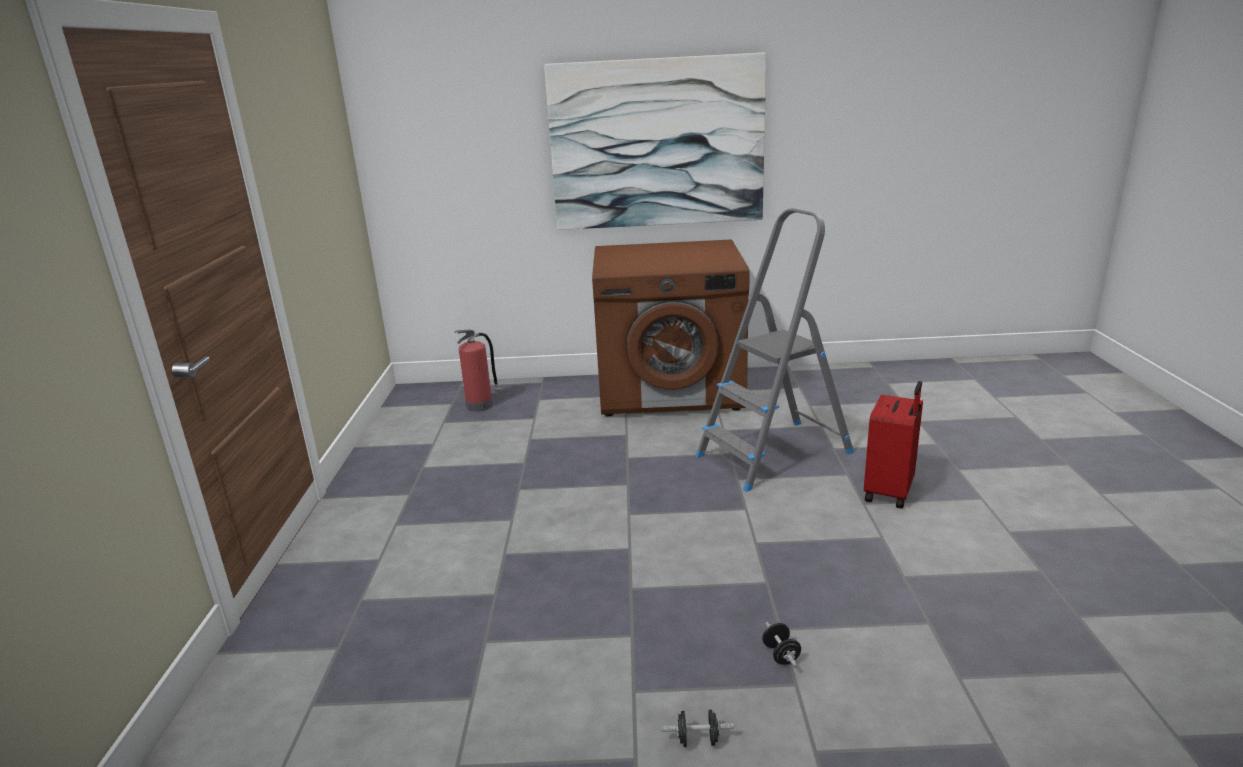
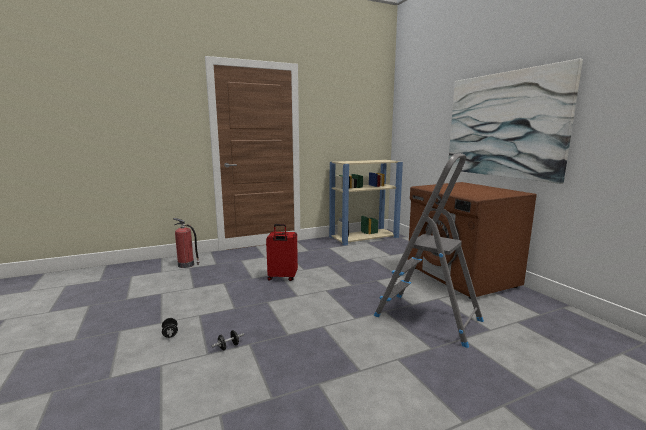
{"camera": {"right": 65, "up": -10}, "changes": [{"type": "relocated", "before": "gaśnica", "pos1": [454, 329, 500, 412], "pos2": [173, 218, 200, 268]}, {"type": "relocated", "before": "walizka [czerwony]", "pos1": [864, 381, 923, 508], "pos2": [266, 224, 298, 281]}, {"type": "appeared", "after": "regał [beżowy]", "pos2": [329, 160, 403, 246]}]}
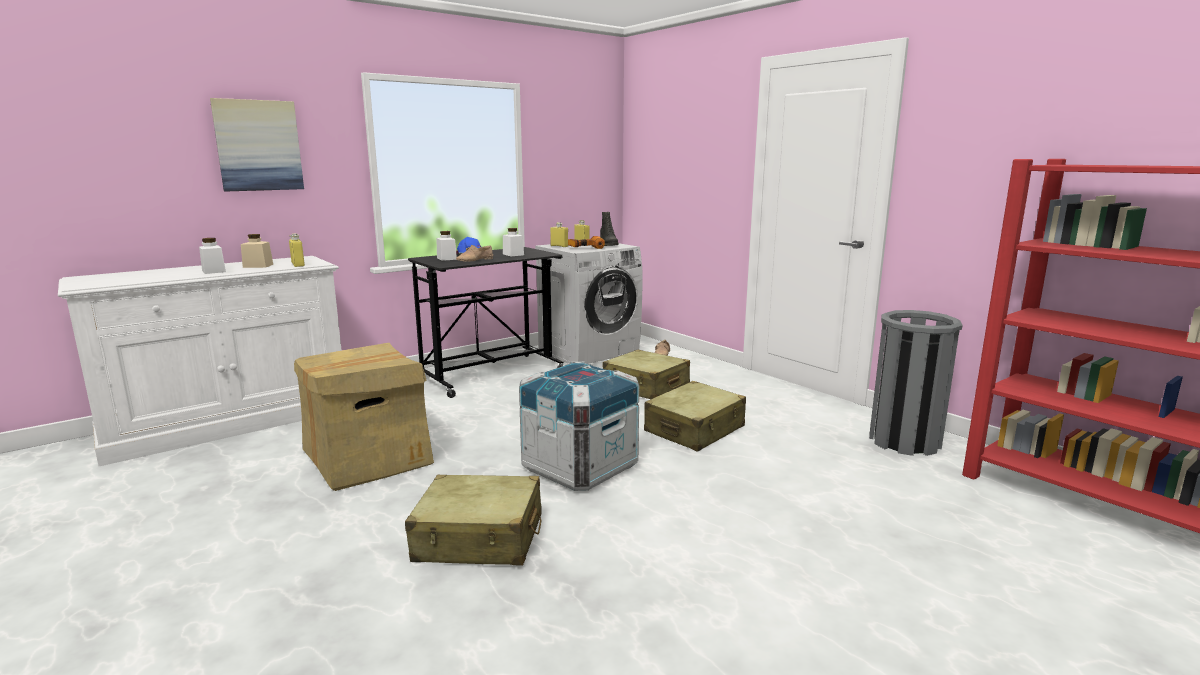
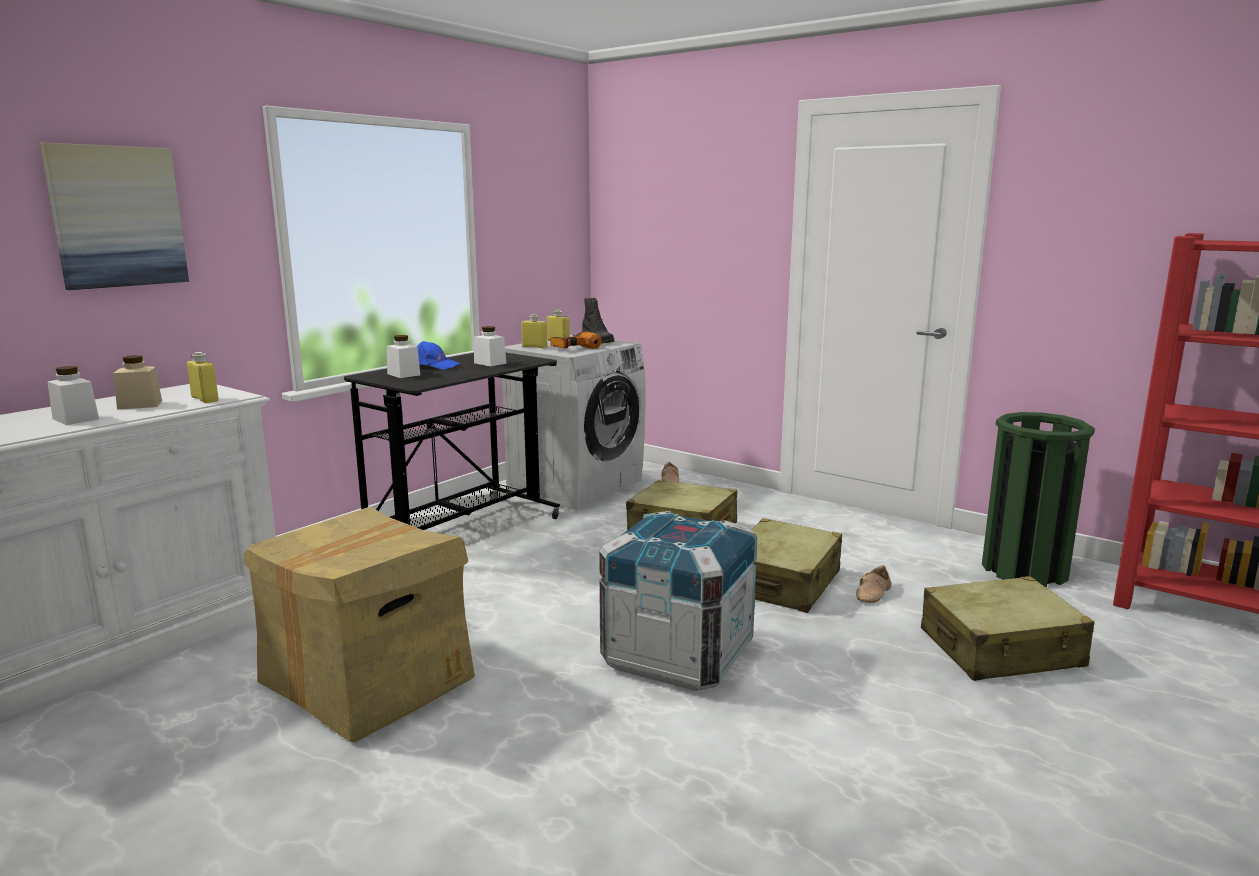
{"camera": {"right": -15, "up": 0}, "changes": [{"type": "relocated", "before": "walizka [beżowy]", "pos1": [405, 475, 542, 566], "pos2": [921, 576, 1095, 681]}, {"type": "relocated", "before": "but [beżowy]", "pos1": [456, 245, 493, 262], "pos2": [856, 566, 892, 603]}, {"type": "colour", "before": "kosz na śmieci [szary]", "after": "kosz na śmieci [zielony]", "pos1": [869, 310, 963, 456], "pos2": [982, 412, 1095, 587]}]}
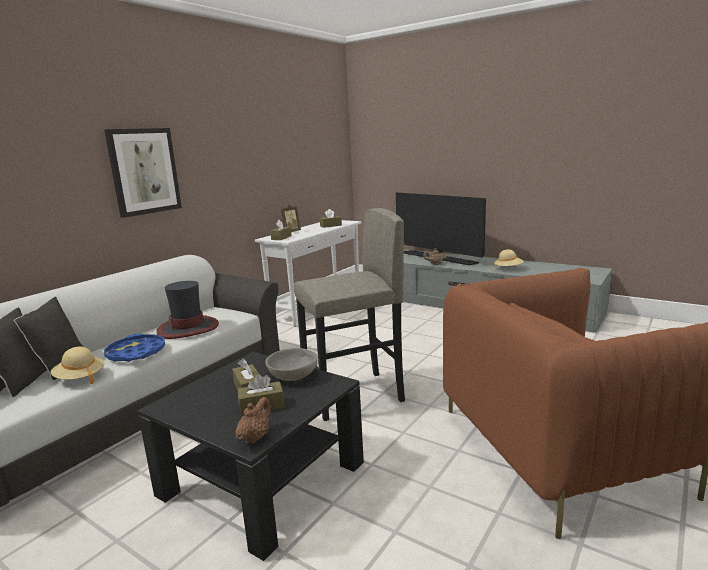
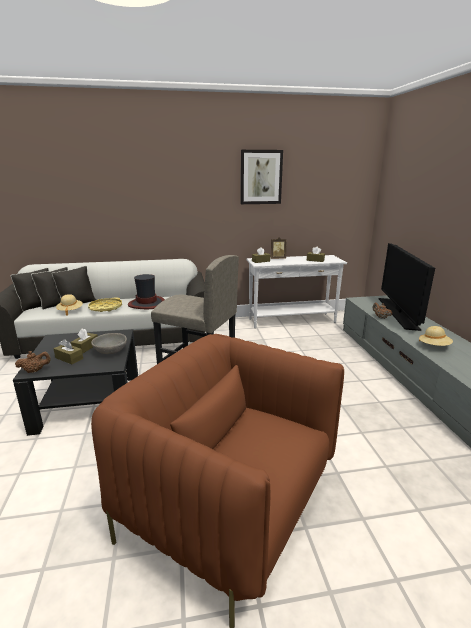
{"camera": {"right": 45, "up": 5}, "changes": [{"type": "relocated", "before": "obraz", "pos1": [104, 128, 182, 218], "pos2": [240, 150, 283, 204]}, {"type": "colour", "before": "taca [niebieski]", "after": "taca [żółty]", "pos1": [104, 334, 165, 362], "pos2": [88, 297, 122, 312]}]}
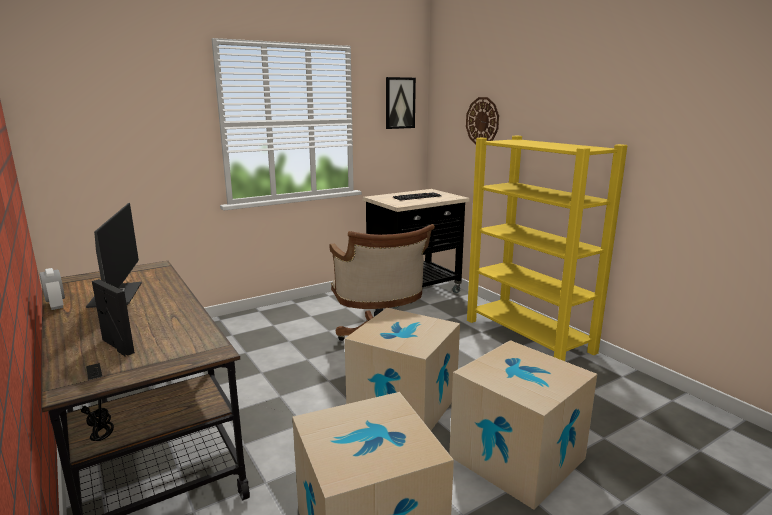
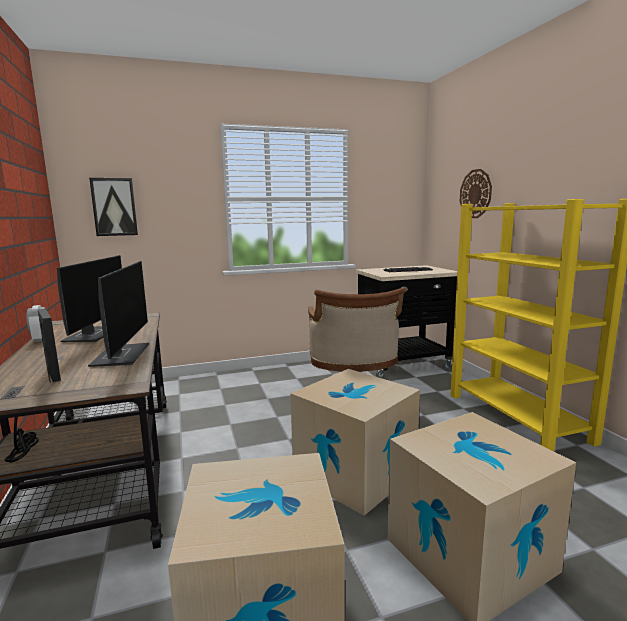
{"camera": {"right": 15, "up": -5}, "changes": [{"type": "relocated", "before": "obraz", "pos1": [386, 77, 416, 129], "pos2": [89, 178, 138, 236]}, {"type": "appeared", "after": "monitor", "pos2": [88, 261, 149, 367]}]}
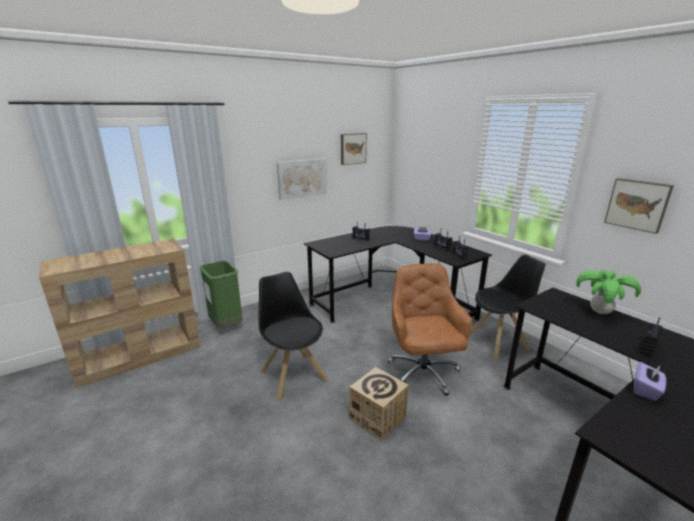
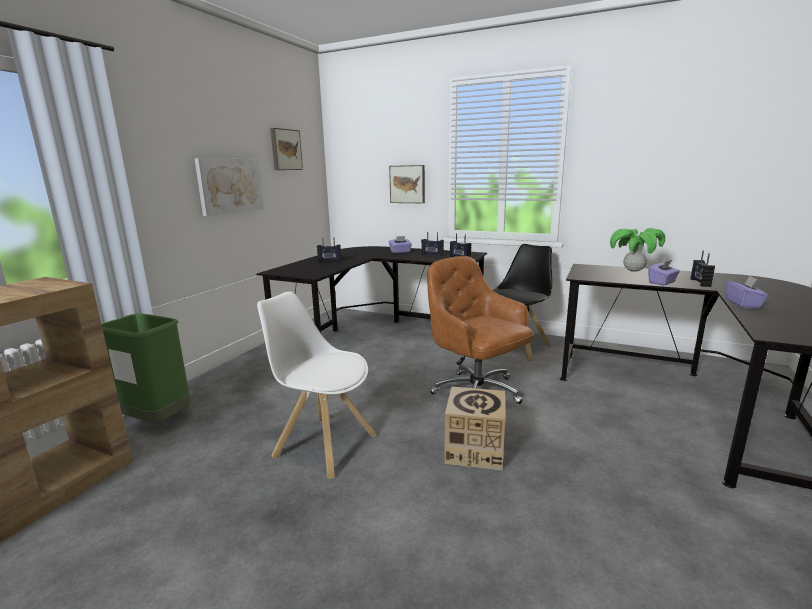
{"camera": {"right": -30, "up": -5}, "changes": [{"type": "colour", "before": "krzesło [czarny]", "after": "krzesło [biały]", "pos1": [258, 272, 328, 400], "pos2": [257, 291, 377, 479]}, {"type": "relocated", "before": "obraz", "pos1": [604, 178, 674, 234], "pos2": [389, 165, 425, 203]}, {"type": "appeared", "after": "pudełko chusteczek [fioletowy]", "pos2": [648, 260, 680, 286]}]}
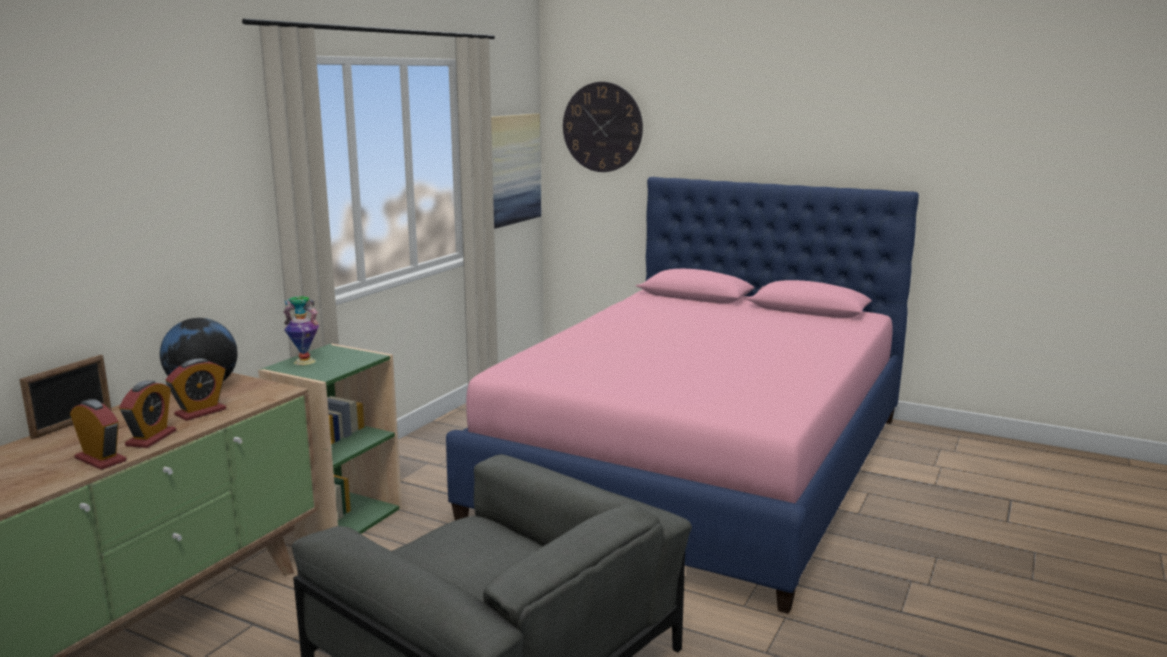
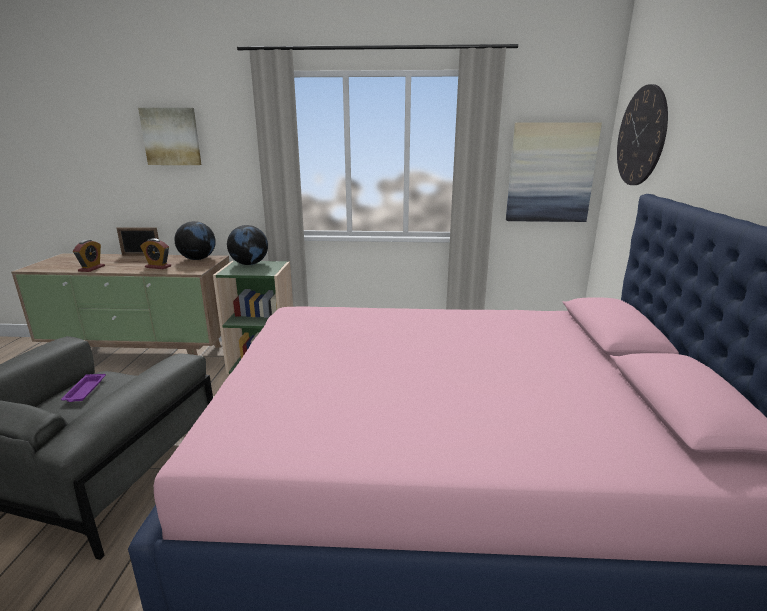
{"camera": {"right": 65, "up": 5}, "changes": [{"type": "missing", "before": "budzik", "pos1": [119, 380, 176, 448]}, {"type": "exchanged", "before": "wazon", "after": "globus", "pos1": [283, 296, 319, 365], "pos2": [227, 225, 268, 265]}, {"type": "appeared", "after": "taca [fioletowy]", "pos2": [61, 374, 106, 402]}, {"type": "appeared", "after": "obraz", "pos2": [138, 108, 202, 165]}]}
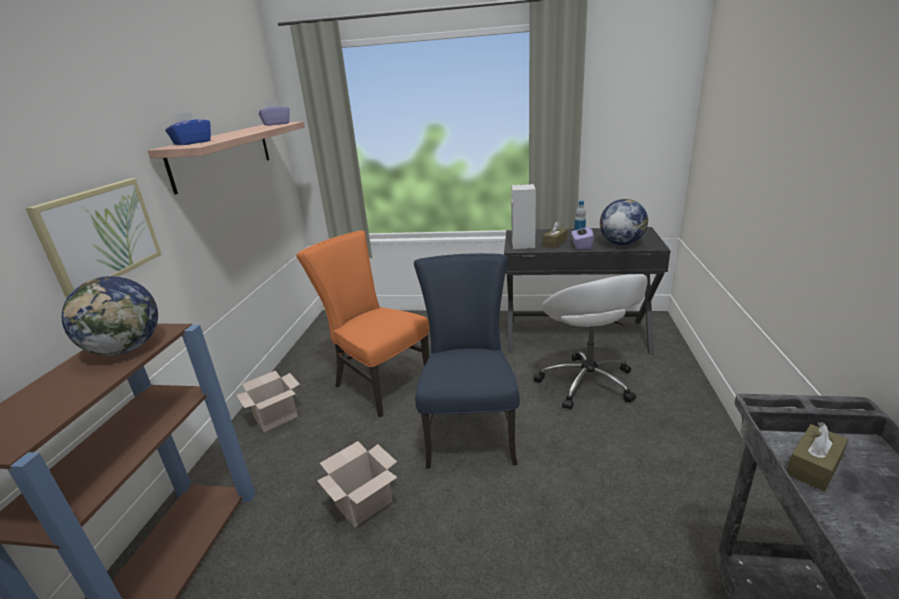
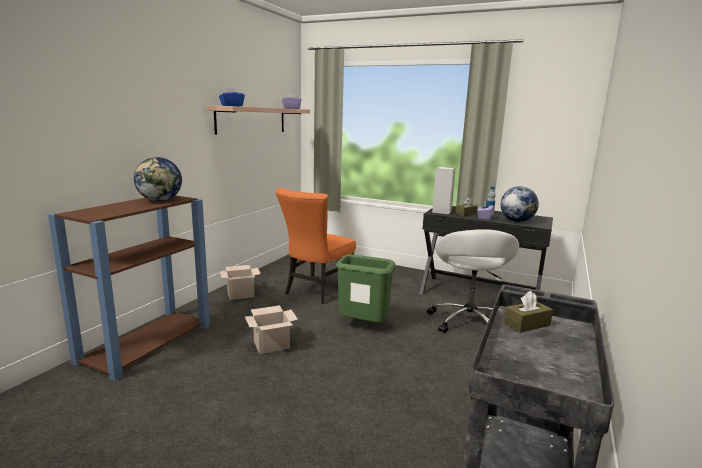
{"camera": {"right": 15, "up": -10}, "changes": [{"type": "missing", "before": "obraz", "pos1": [25, 178, 162, 299]}, {"type": "spun", "before": "krzesło [pomarańczowy]", "pos1": [296, 230, 429, 417], "pos2": [275, 188, 356, 304], "turn": -120}, {"type": "exchanged", "before": "krzesło [niebieski]", "after": "kosz na śmieci [zielony]", "pos1": [414, 253, 520, 469], "pos2": [336, 254, 396, 322]}]}
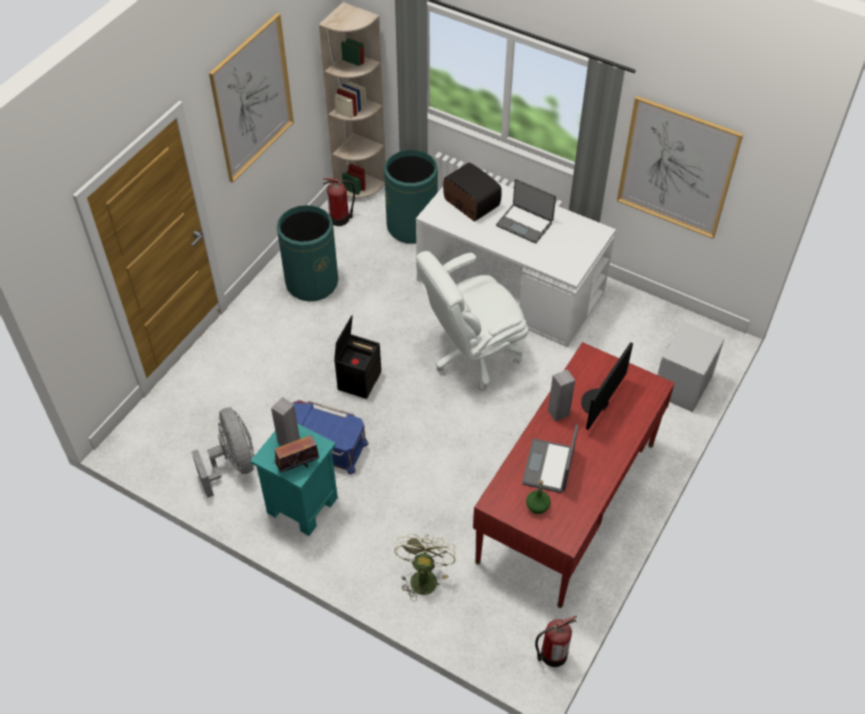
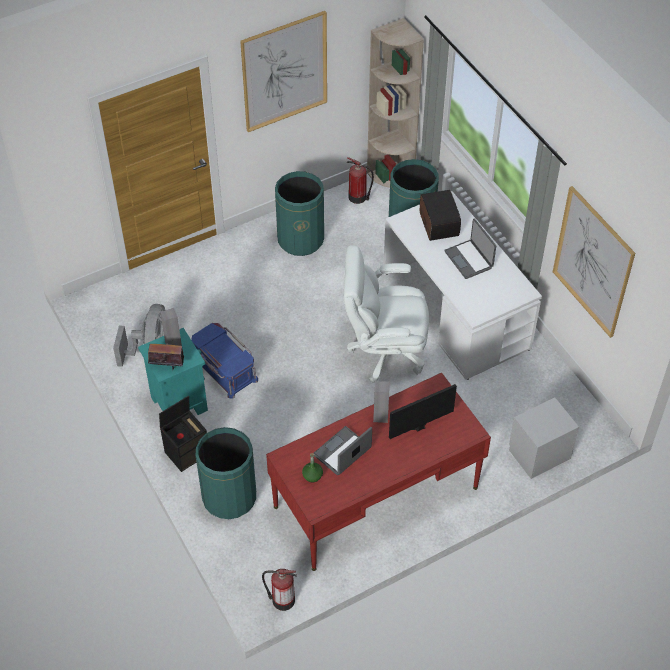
{"camera": {"right": 30, "up": 0}, "changes": [{"type": "relocated", "before": "pojemnik do przechowywania [czarny]", "pos1": [334, 315, 381, 399], "pos2": [159, 395, 207, 472]}, {"type": "exchanged", "before": "wentylator [zielony]", "after": "kosz na śmieci [zielony]", "pos1": [394, 534, 455, 601], "pos2": [196, 427, 256, 519]}]}
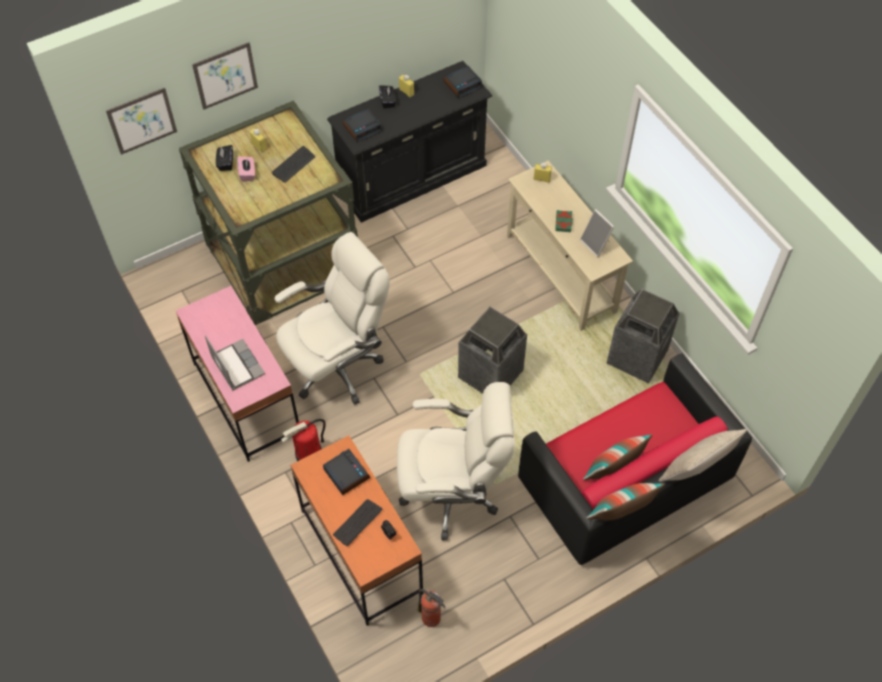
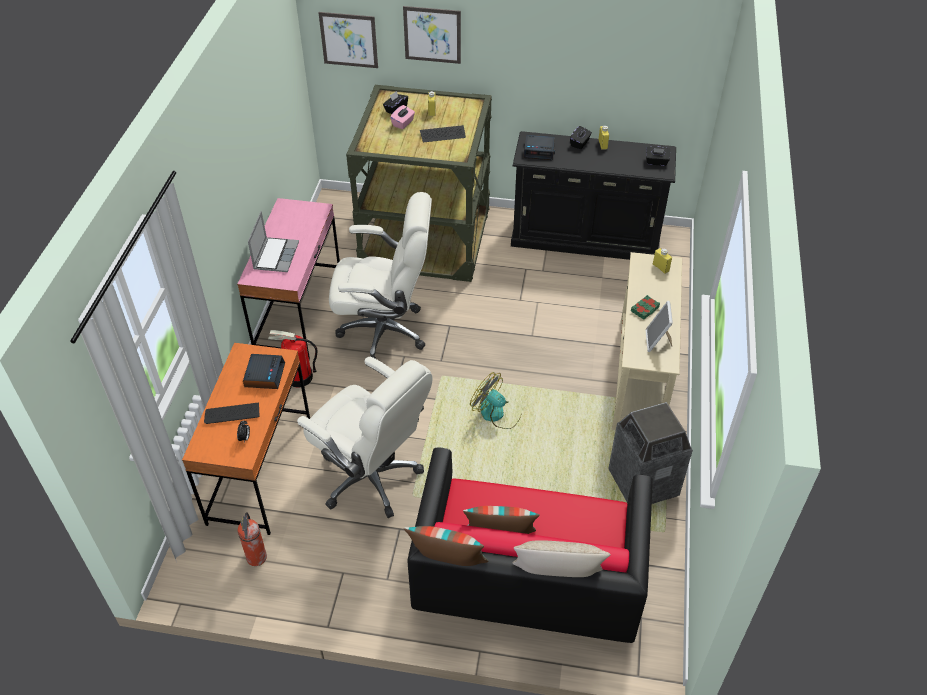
{"camera": {"right": 40, "up": -10}, "changes": [{"type": "exchanged", "before": "budzik", "after": "pudełko chusteczek [czarny]", "pos1": [444, 66, 482, 99], "pos2": [646, 146, 670, 166]}, {"type": "exchanged", "before": "kosz na śmieci", "after": "wentylator", "pos1": [458, 307, 527, 394], "pos2": [470, 372, 522, 429]}]}
